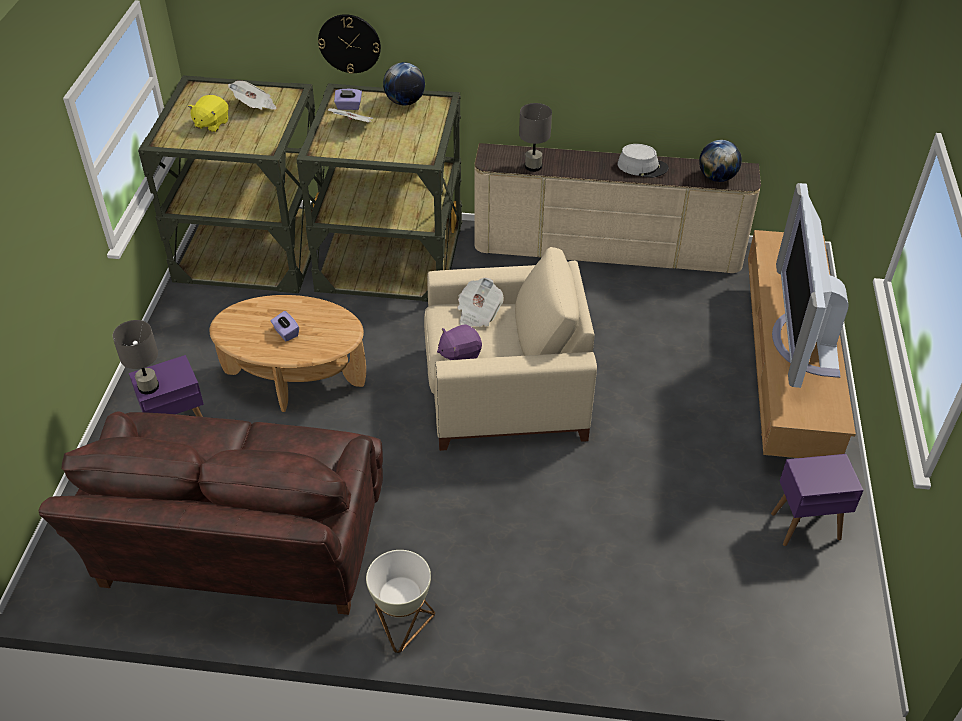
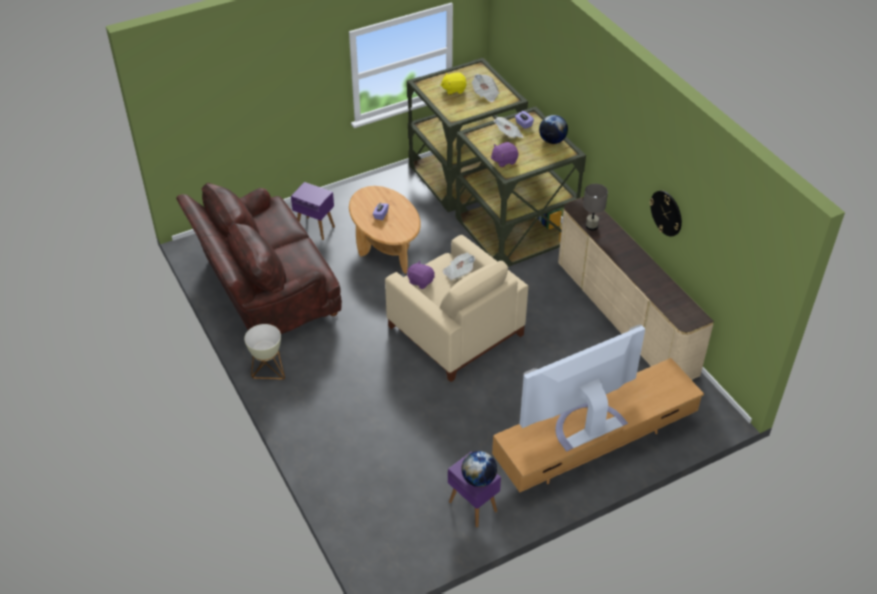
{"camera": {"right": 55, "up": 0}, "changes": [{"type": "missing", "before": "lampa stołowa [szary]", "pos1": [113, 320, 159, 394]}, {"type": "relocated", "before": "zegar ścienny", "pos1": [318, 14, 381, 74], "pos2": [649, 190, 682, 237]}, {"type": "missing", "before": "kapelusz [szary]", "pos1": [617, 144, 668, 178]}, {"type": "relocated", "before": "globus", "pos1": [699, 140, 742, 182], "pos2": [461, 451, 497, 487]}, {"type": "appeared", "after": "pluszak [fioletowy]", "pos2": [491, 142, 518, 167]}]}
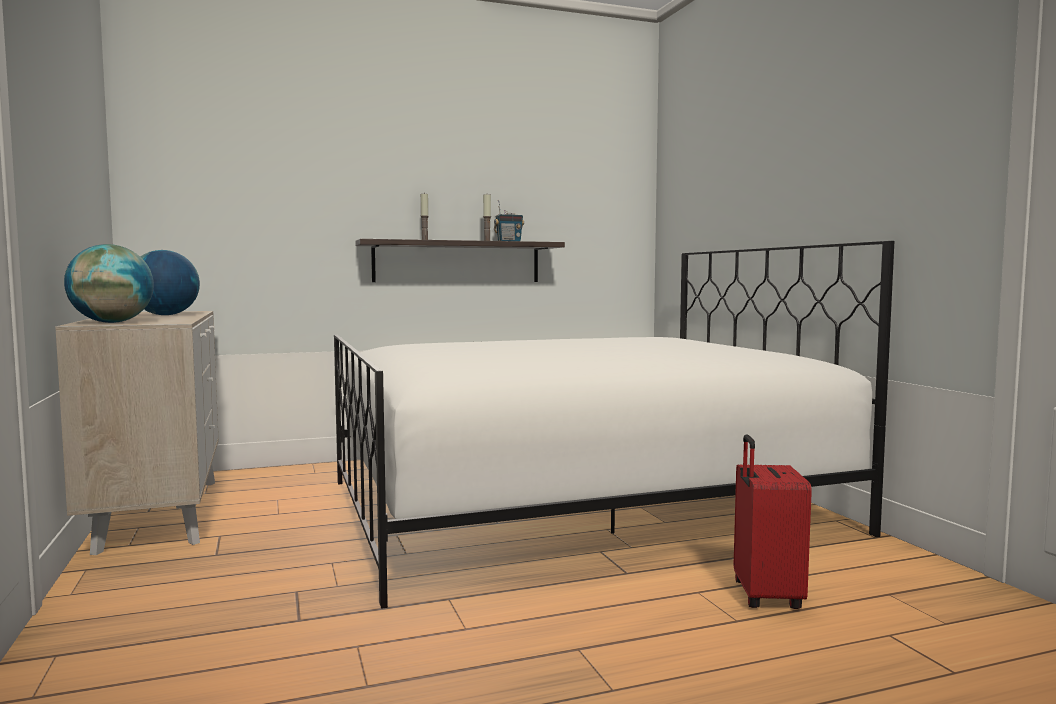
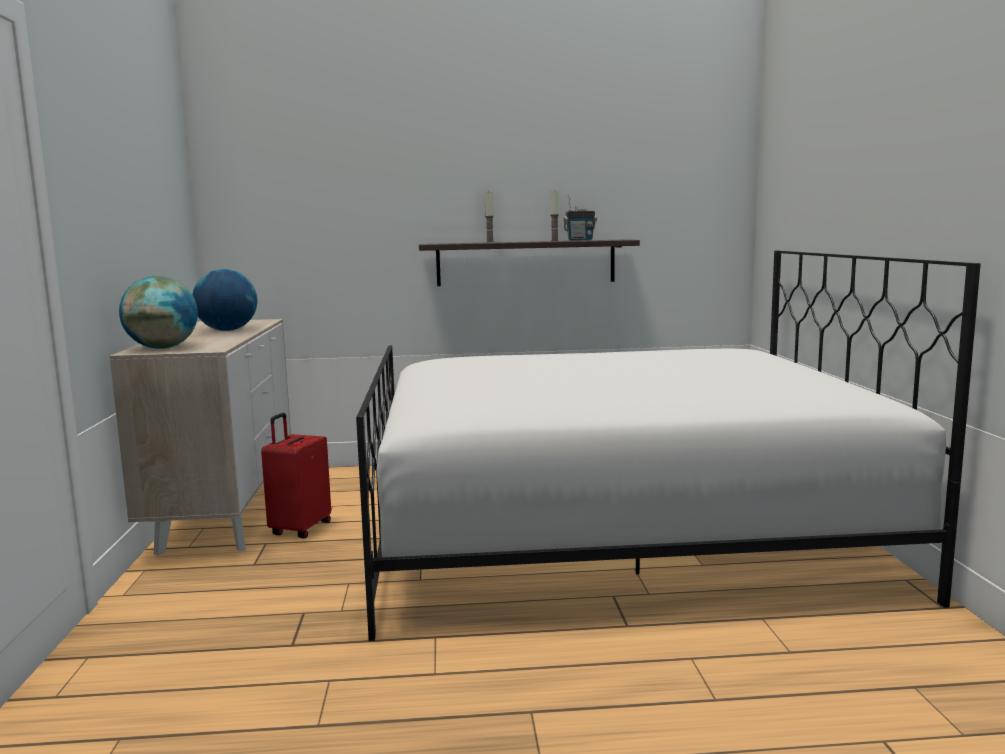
{"camera": {"right": 15, "up": 5}, "changes": [{"type": "relocated", "before": "walizka [czerwony]", "pos1": [734, 434, 812, 609], "pos2": [261, 413, 331, 538]}]}
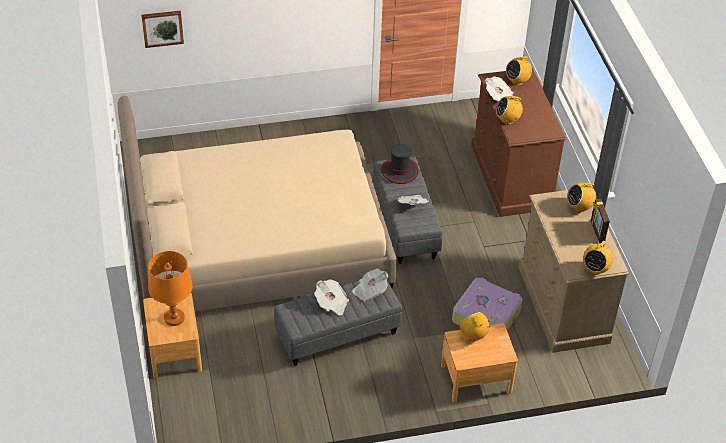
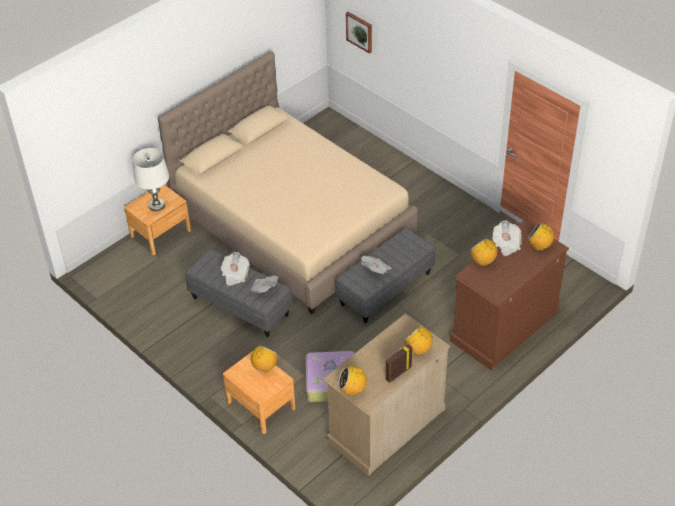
{"camera": {"right": 60, "up": 0}, "changes": [{"type": "colour", "before": "lampa stołowa [pomarańczowy]", "after": "lampa stołowa [biały]", "pos1": [148, 251, 193, 326], "pos2": [133, 148, 169, 211]}, {"type": "missing", "before": "kapelusz", "pos1": [381, 144, 419, 184]}]}
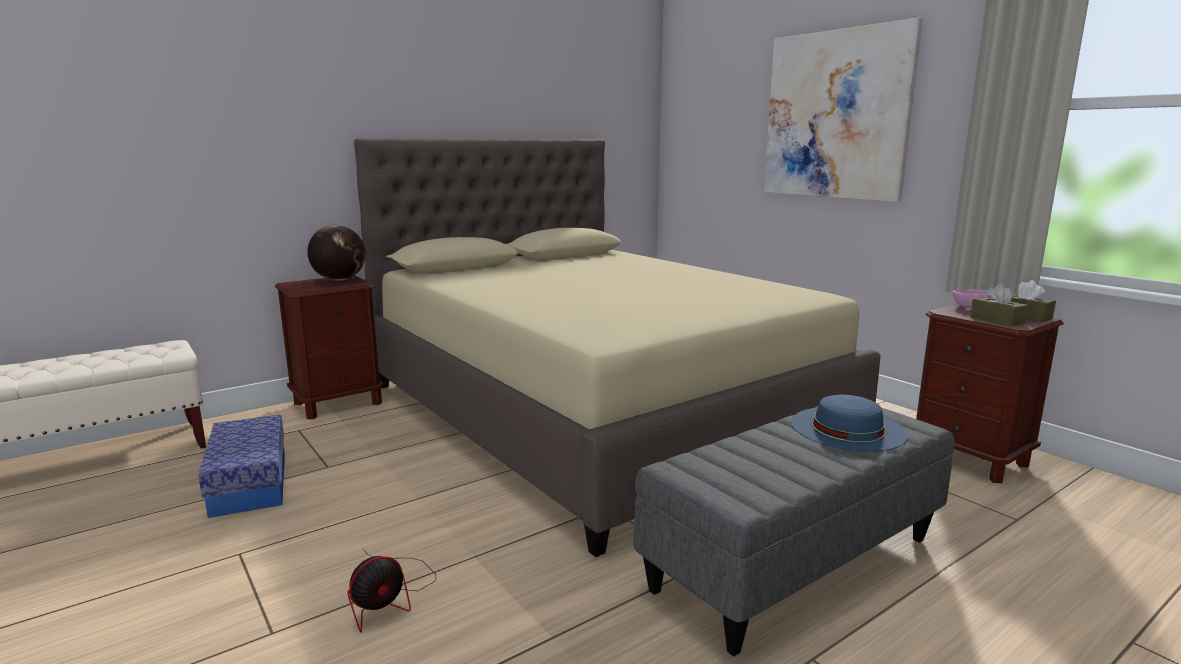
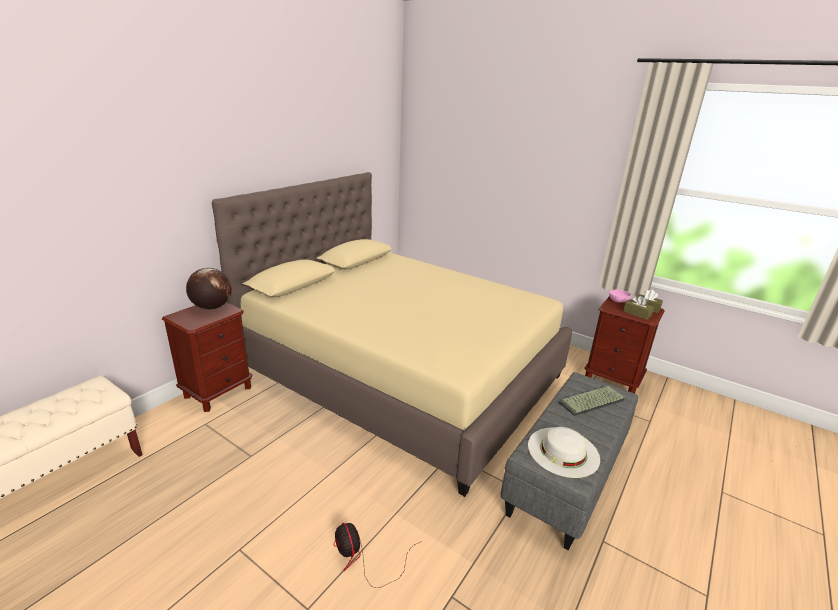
{"camera": {"right": -20, "up": 10}, "changes": [{"type": "missing", "before": "pojemnik do przechowywania", "pos1": [198, 414, 285, 518]}, {"type": "spun", "before": "wentylator", "pos1": [347, 549, 436, 633], "pos2": [334, 523, 422, 588], "turn": 120}, {"type": "missing", "before": "obraz", "pos1": [764, 18, 923, 202]}, {"type": "exchanged", "before": "kapelusz [niebieski]", "after": "klawiatura", "pos1": [791, 395, 908, 452], "pos2": [559, 386, 625, 416]}, {"type": "appeared", "after": "kapelusz [biały]", "pos2": [528, 427, 600, 478]}]}
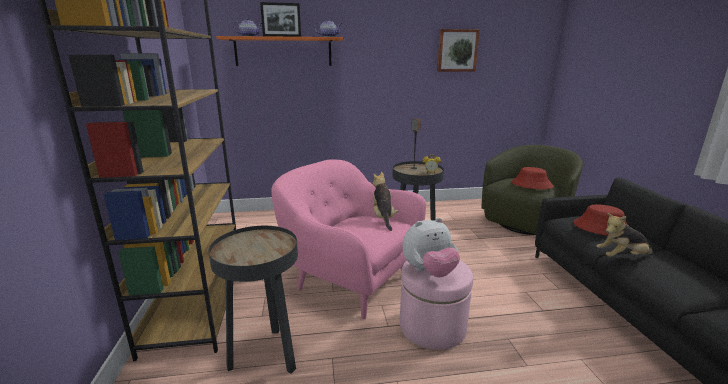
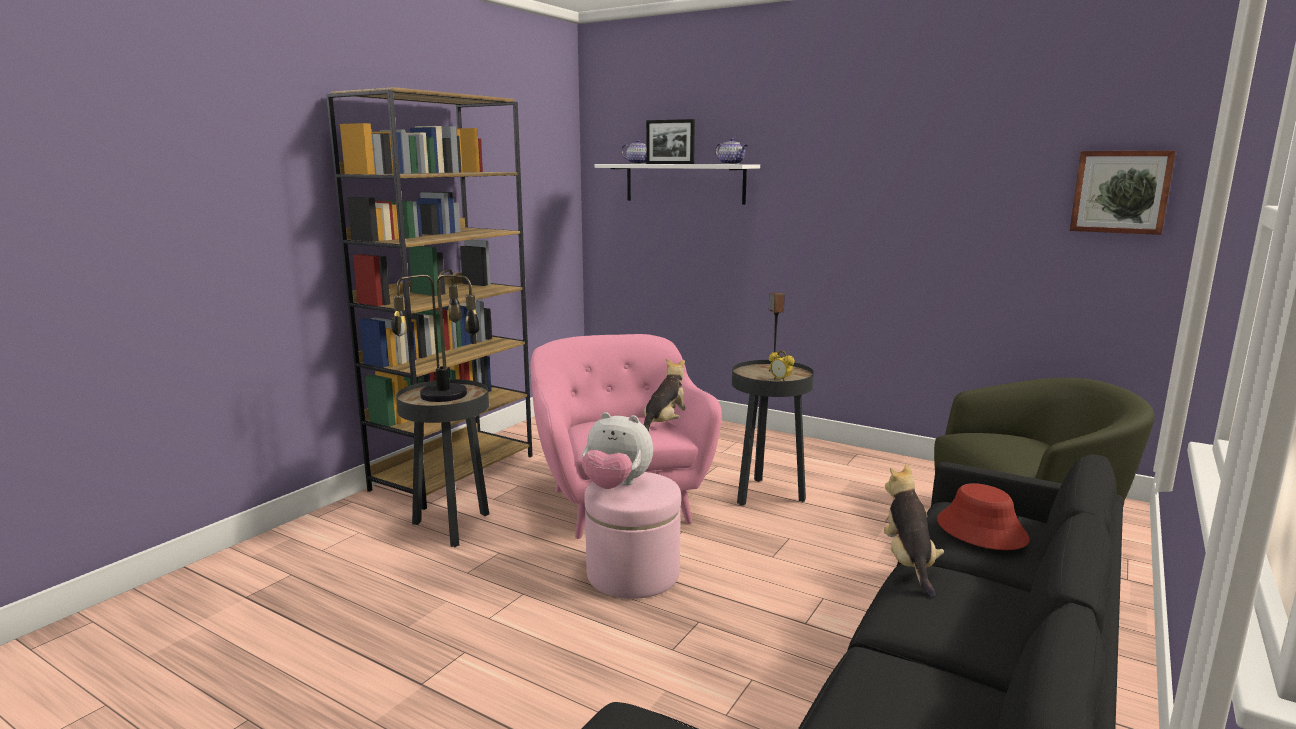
{"camera": {"right": 40, "up": -5}, "changes": [{"type": "colour", "before": "półka [pomarańczowy]", "after": "półka [biały]", "pos1": [216, 36, 343, 66], "pos2": [595, 164, 760, 204]}, {"type": "relocated", "before": "obraz", "pos1": [437, 29, 480, 72], "pos2": [1070, 151, 1176, 235]}, {"type": "missing", "before": "kapelusz [czerwony]", "pos1": [511, 167, 554, 189]}, {"type": "spun", "before": "pluszak", "pos1": [597, 213, 653, 257], "pos2": [884, 464, 944, 598], "turn": 60}, {"type": "appeared", "after": "lampa stołowa", "pos2": [392, 269, 479, 402]}]}
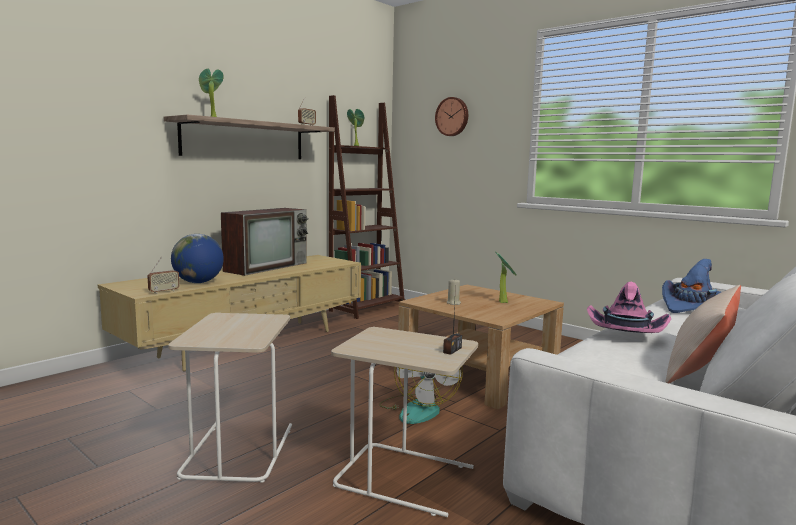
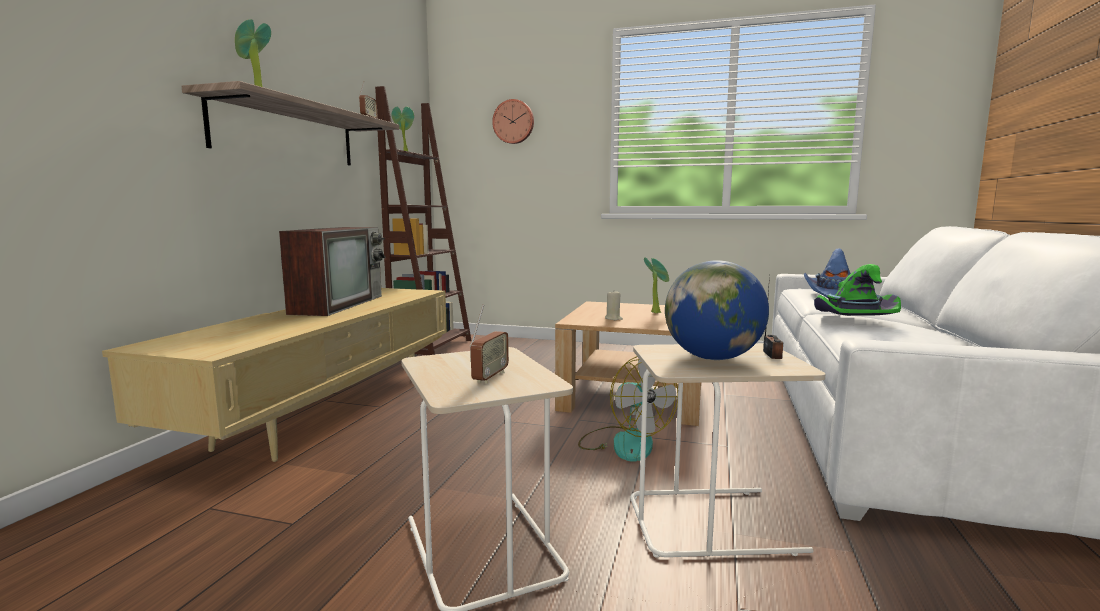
{"camera": {"right": -25, "up": 0}, "changes": [{"type": "relocated", "before": "radio", "pos1": [147, 256, 180, 294], "pos2": [470, 304, 509, 384]}, {"type": "relocated", "before": "globus", "pos1": [171, 234, 224, 283], "pos2": [665, 260, 769, 360]}, {"type": "colour", "before": "kapelusz [różowy]", "after": "kapelusz [zielony]", "pos1": [587, 282, 671, 333], "pos2": [814, 264, 901, 316]}, {"type": "missing", "before": "poduszka [beżowy]", "pos1": [665, 285, 741, 383]}]}
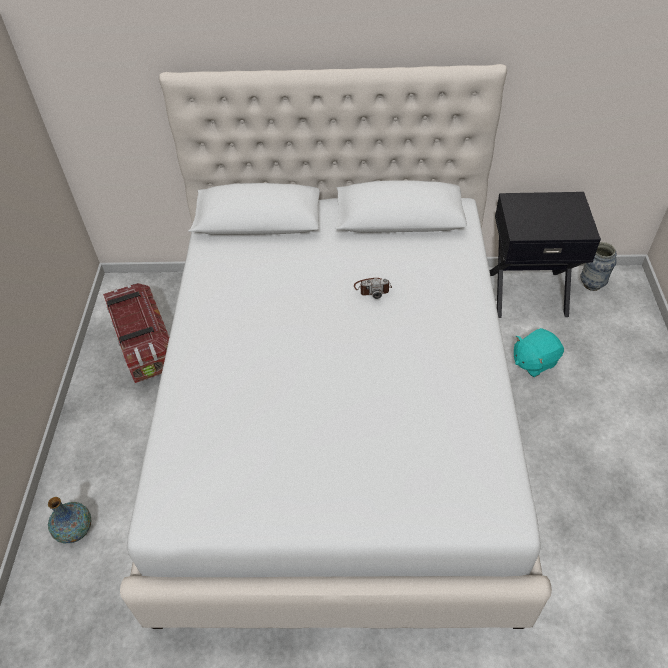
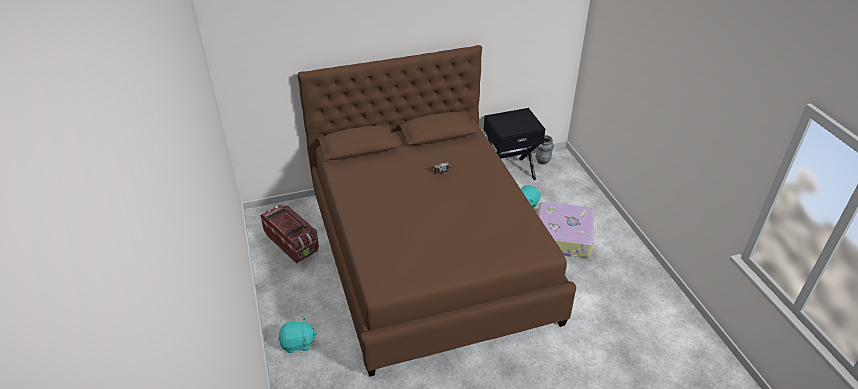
{"camera": {"right": -20, "up": -10}, "changes": [{"type": "exchanged", "before": "wazon", "after": "pluszak [turkusowy]", "pos1": [48, 497, 92, 543], "pos2": [278, 318, 317, 353]}, {"type": "colour", "before": "łóżko [biały]", "after": "łóżko [brązowy]", "pos1": [120, 64, 552, 629], "pos2": [297, 45, 576, 377]}, {"type": "appeared", "after": "walizka", "pos2": [537, 202, 594, 258]}]}
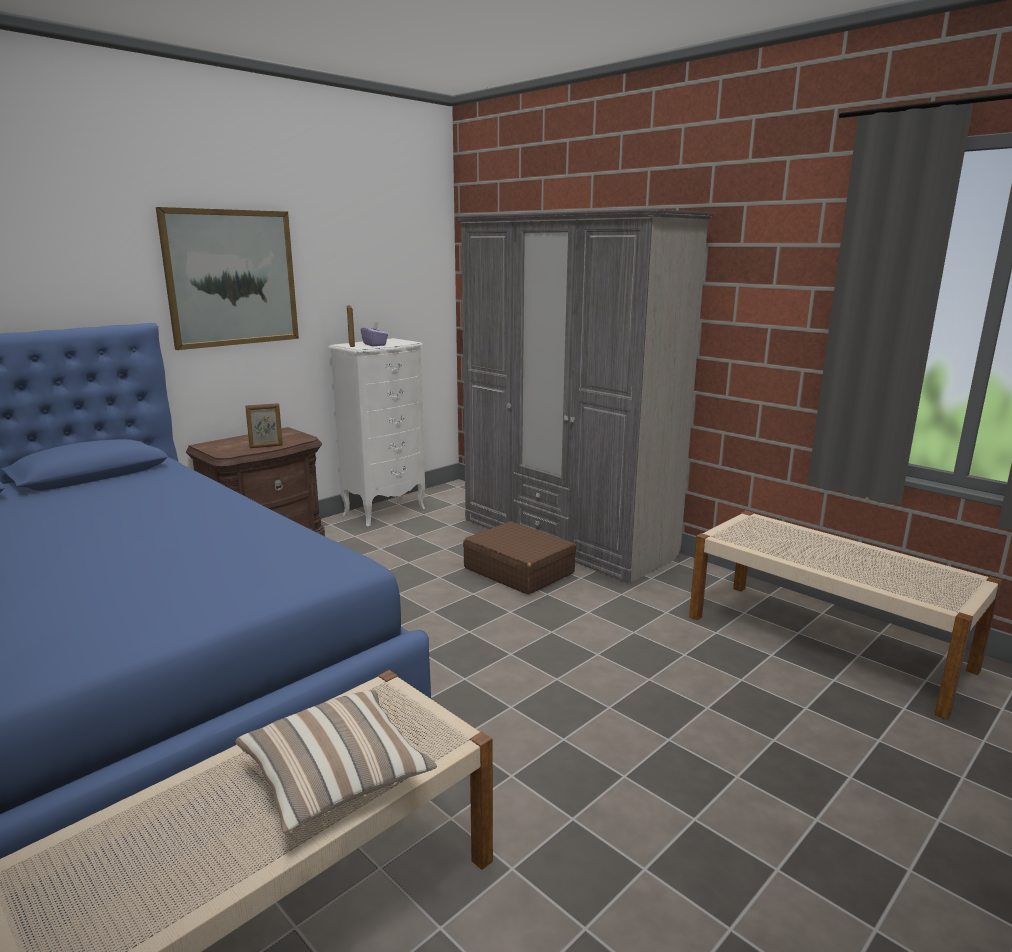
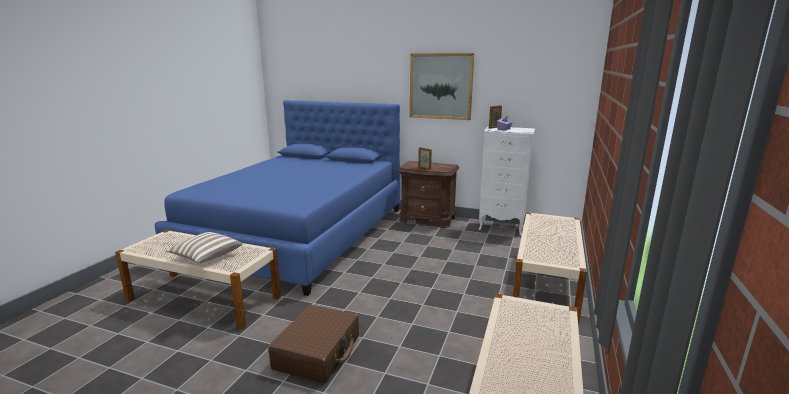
{"camera": {"right": 65, "up": 0}, "changes": [{"type": "exchanged", "before": "szafa [szary]", "after": "ławka [beżowy]", "pos1": [456, 209, 714, 583], "pos2": [513, 212, 587, 325]}, {"type": "relocated", "before": "walizka [brązowy]", "pos1": [463, 521, 576, 594], "pos2": [268, 305, 359, 383]}]}
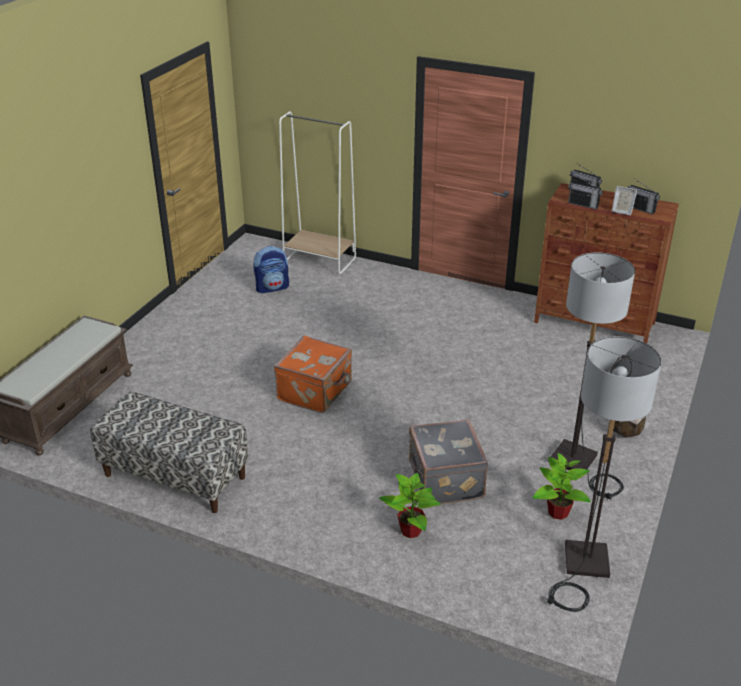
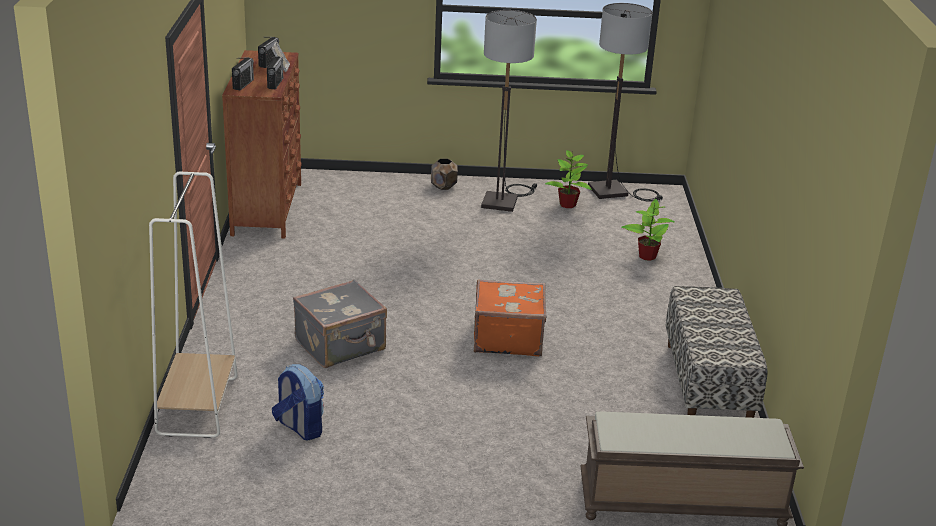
{"camera": {"right": -115, "up": -5}, "changes": [{"type": "relocated", "before": "walizka [szary]", "pos1": [408, 419, 488, 504], "pos2": [293, 279, 387, 368]}]}
